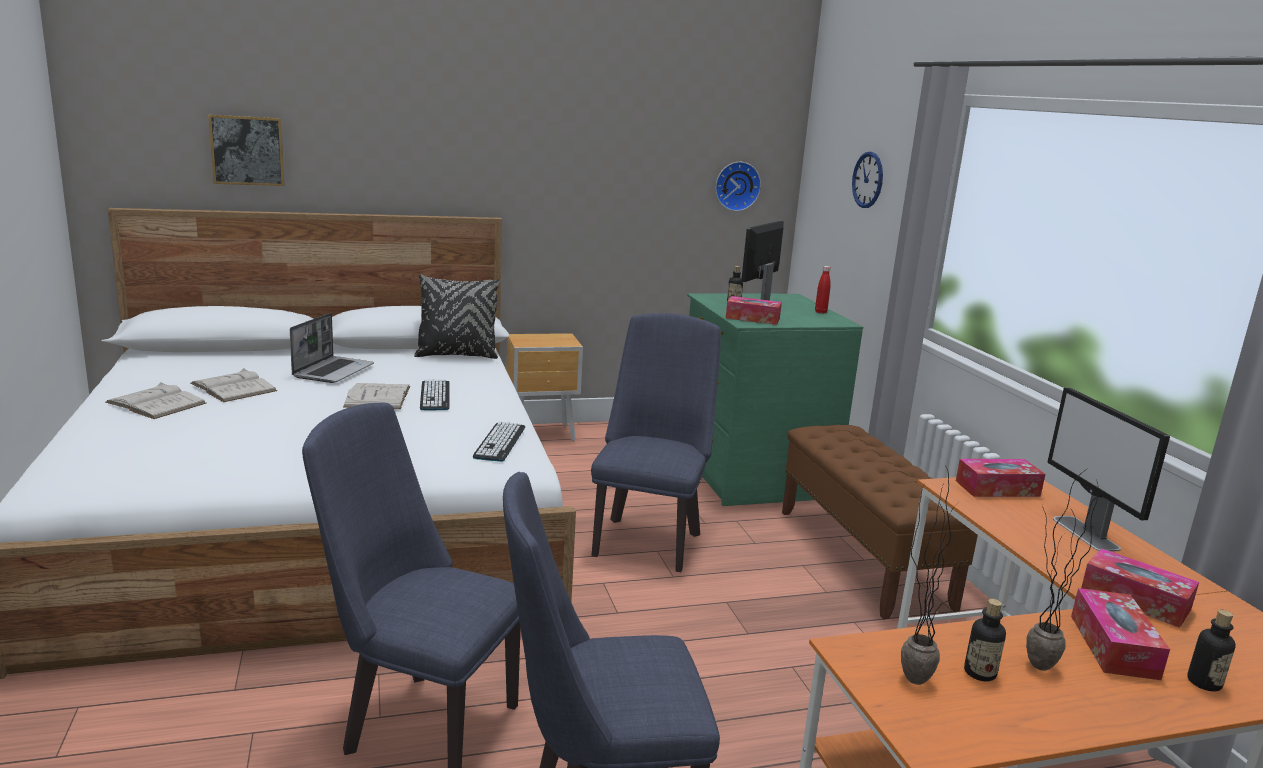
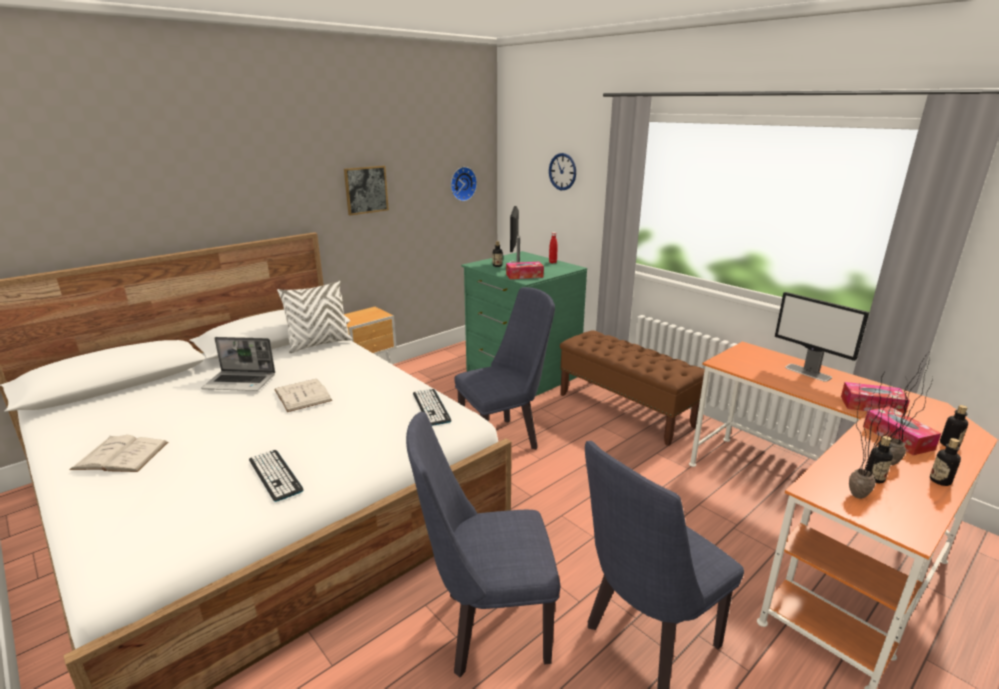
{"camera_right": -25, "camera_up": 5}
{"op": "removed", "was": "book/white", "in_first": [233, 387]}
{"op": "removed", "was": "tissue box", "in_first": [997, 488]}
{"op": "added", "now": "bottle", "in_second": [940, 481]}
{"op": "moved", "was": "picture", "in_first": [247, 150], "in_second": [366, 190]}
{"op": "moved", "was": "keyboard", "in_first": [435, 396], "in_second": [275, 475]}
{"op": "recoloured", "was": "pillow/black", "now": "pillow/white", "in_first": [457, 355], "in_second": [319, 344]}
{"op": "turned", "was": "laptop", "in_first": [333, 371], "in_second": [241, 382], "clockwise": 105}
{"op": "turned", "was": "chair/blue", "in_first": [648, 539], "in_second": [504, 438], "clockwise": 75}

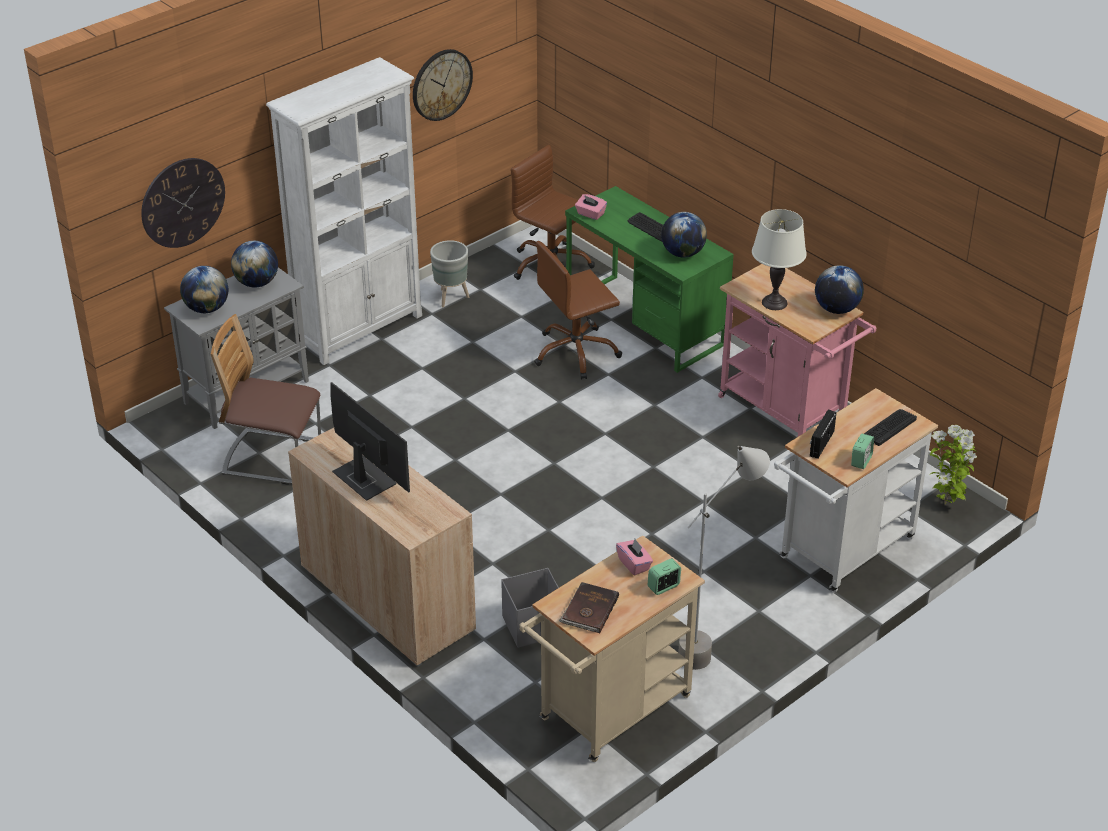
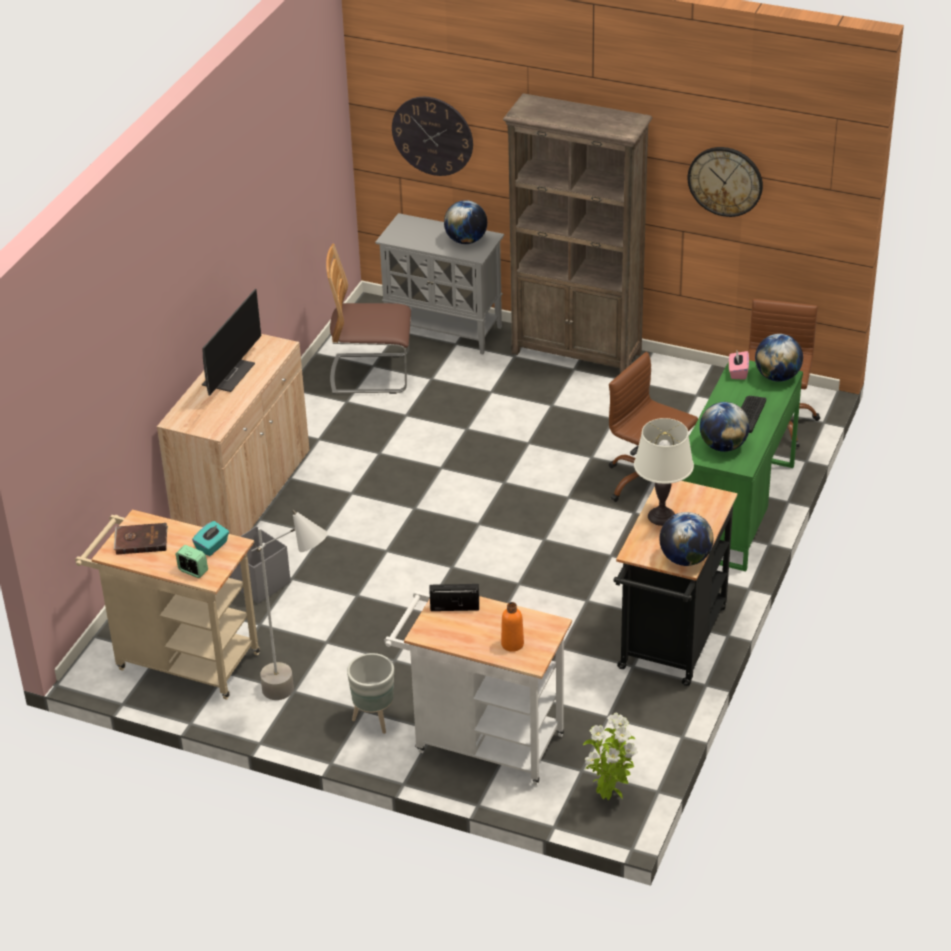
{"camera_right": 65, "camera_up": 0}
{"op": "removed", "was": "alarm clock", "in_first": [861, 461]}
{"op": "moved", "was": "globe", "in_first": [207, 309], "in_second": [777, 377]}
{"op": "moved", "was": "planter/grey", "in_first": [451, 297], "in_second": [375, 719]}
{"op": "replaced", "was": "keyboard", "now": "bottle/orange", "in_first": [889, 427], "in_second": [512, 644]}
{"op": "recoloured", "was": "bookcase/white", "now": "bookcase/brown", "in_first": [360, 329], "in_second": [577, 353]}
{"op": "recoloured", "was": "tissue box/pink", "now": "tissue box/turquoise", "in_first": [634, 564], "in_second": [212, 546]}
{"op": "recoloured", "was": "cart/pink", "now": "cart/black", "in_first": [788, 412], "in_second": [670, 645]}
{"op": "turned", "was": "chair", "in_first": [272, 458], "in_second": [371, 374], "clockwise": -75}

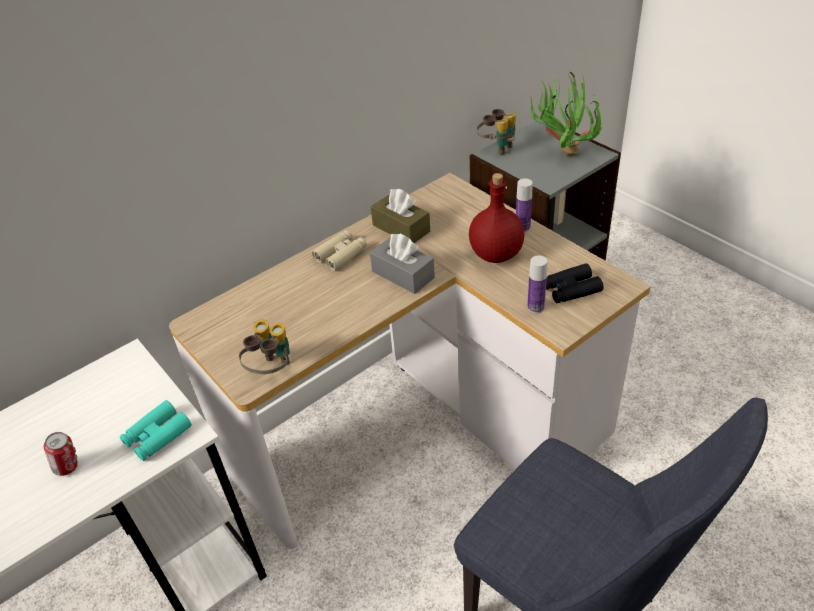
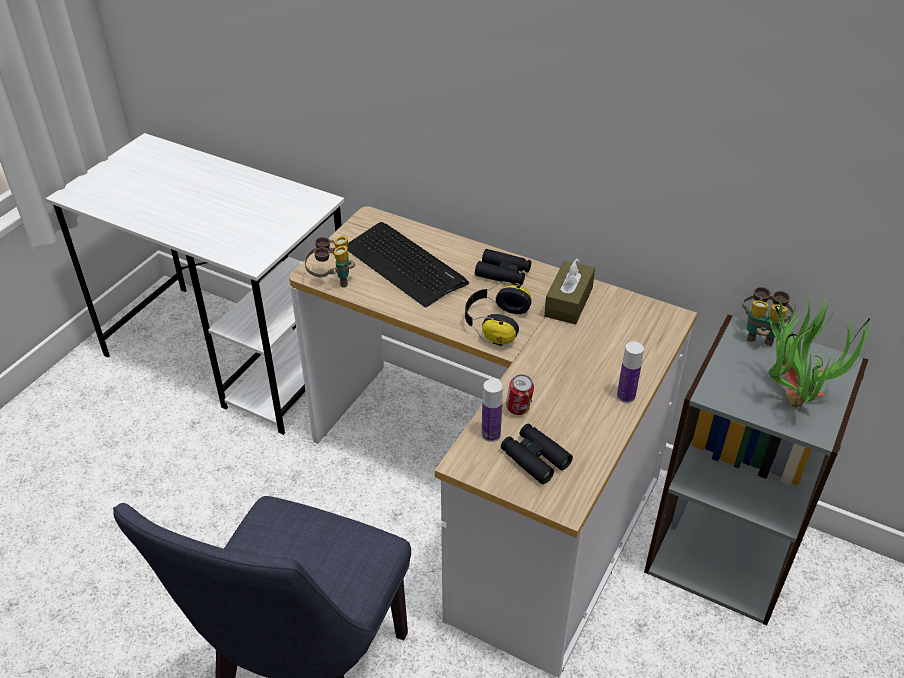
{"camera_right": 65, "camera_up": 0}
{"op": "removed", "was": "binoculars/turquoise", "in_first": [157, 436]}
{"op": "removed", "was": "bottle/red", "in_first": [496, 255]}
{"op": "added", "now": "keyboard", "in_second": [404, 265]}
{"op": "moved", "was": "can", "in_first": [69, 468], "in_second": [518, 410]}
{"op": "replaced", "was": "tissue box/grey", "now": "headphones", "in_first": [403, 274], "in_second": [494, 323]}
{"op": "recoloured", "was": "binoculars/beige", "now": "binoculars/black", "in_first": [340, 255], "in_second": [503, 273]}

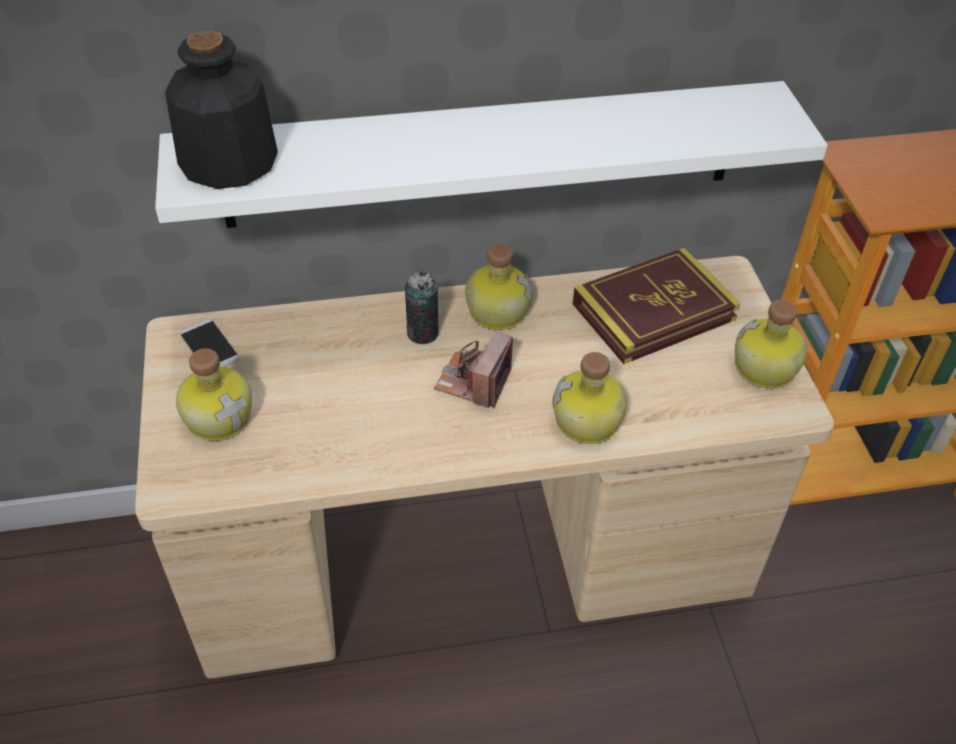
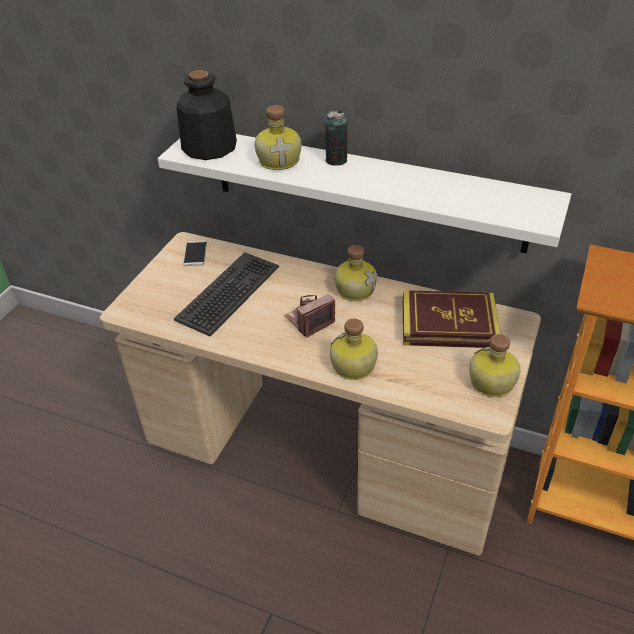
{"camera_right": 35, "camera_up": -5}
{"op": "added", "now": "keyboard", "in_second": [229, 293]}
{"op": "moved", "was": "bottle", "in_first": [219, 416], "in_second": [280, 160]}
{"op": "moved", "was": "can", "in_first": [422, 333], "in_second": [336, 160]}

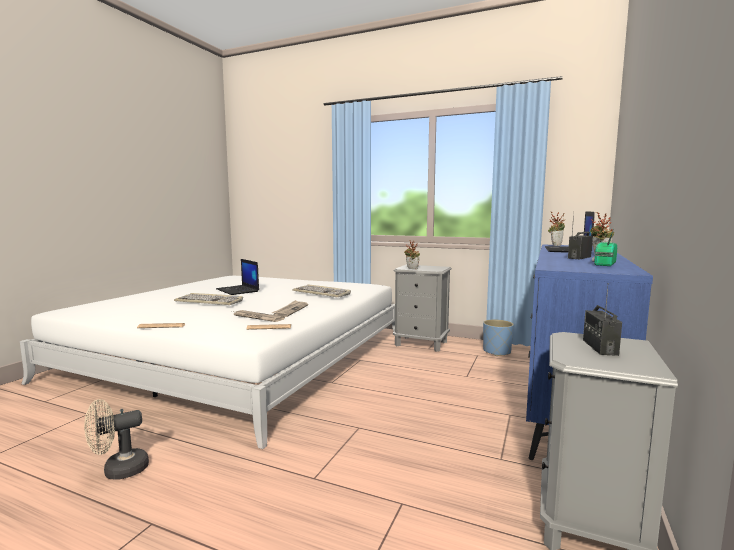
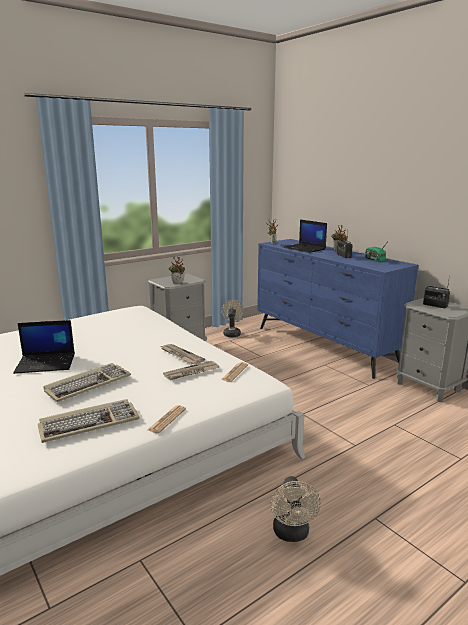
{"camera_right": -60, "camera_up": 10}
{"op": "moved", "was": "keyboard", "in_first": [322, 293], "in_second": [89, 423]}
{"op": "replaced", "was": "planter/blue", "now": "fan/beige", "in_first": [496, 352], "in_second": [232, 333]}

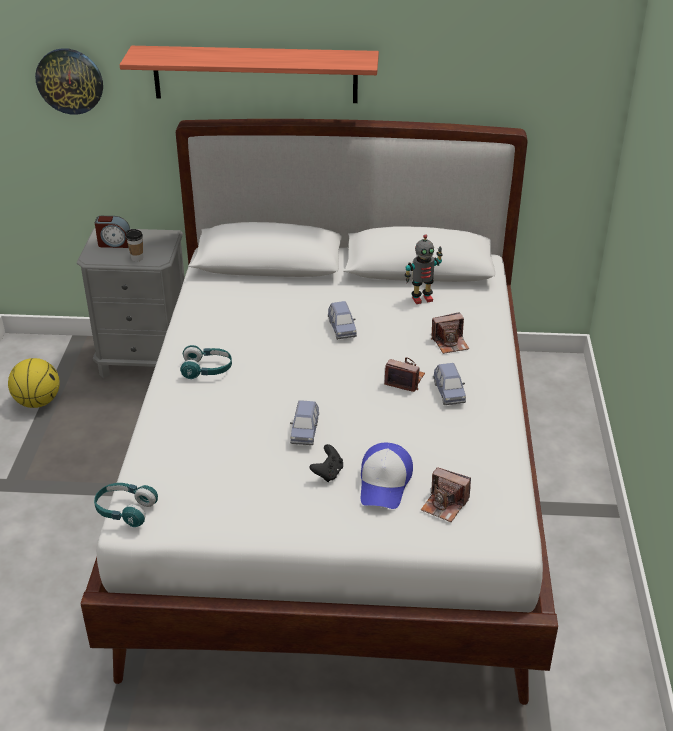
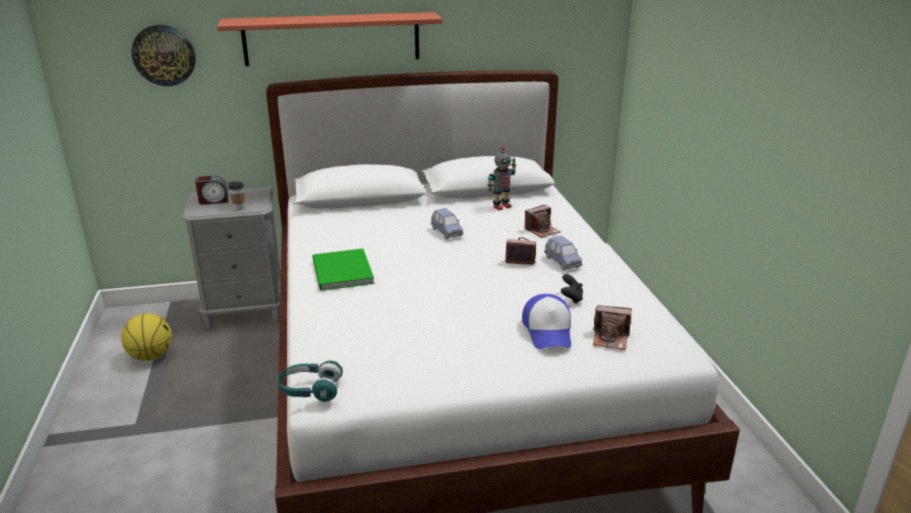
{"camera_right": -15, "camera_up": -10}
{"op": "removed", "was": "toy car/blue", "in_first": [305, 432]}
{"op": "moved", "was": "game controller/black", "in_first": [328, 473], "in_second": [571, 298]}
{"op": "replaced", "was": "headphones/turquoise", "now": "book/green", "in_first": [207, 370], "in_second": [341, 273]}

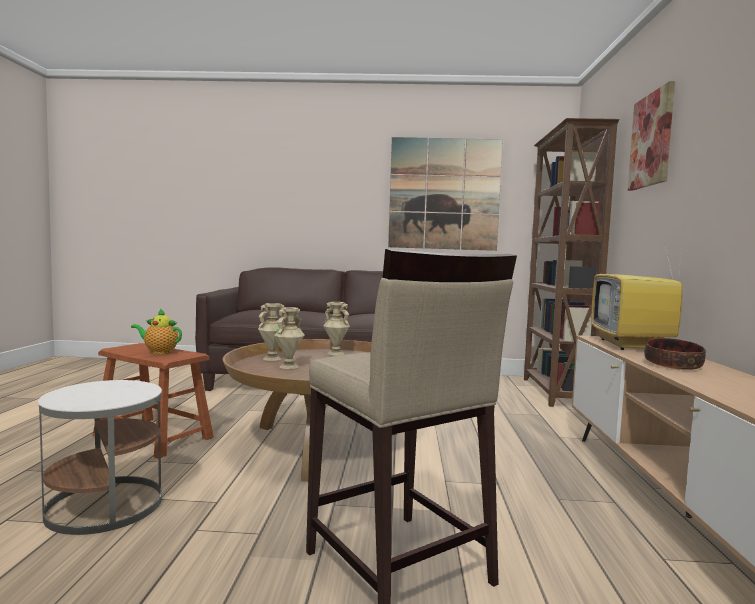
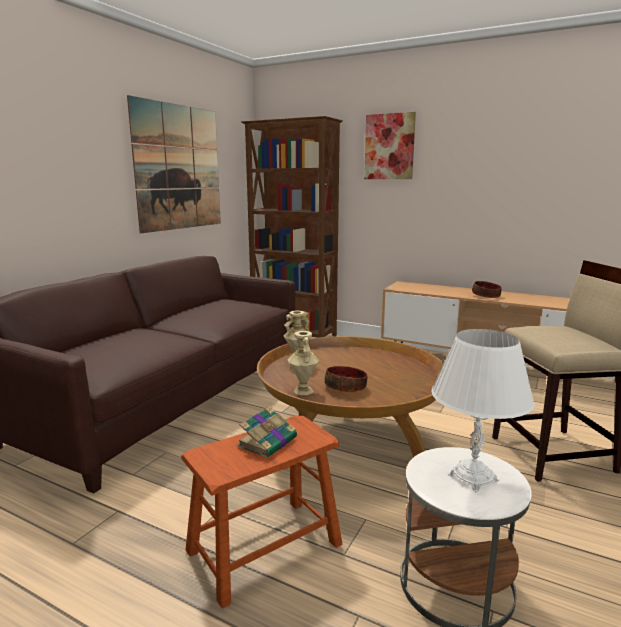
{"camera_right": -65, "camera_up": 10}
{"op": "removed", "was": "television", "in_first": [632, 345]}
{"op": "added", "now": "table lamp/white", "in_second": [473, 477]}
{"op": "replaced", "was": "teapot", "now": "book", "in_first": [159, 352], "in_second": [268, 441]}
{"op": "replaced", "was": "vase/beige", "now": "bowl", "in_first": [289, 366], "in_second": [346, 388]}

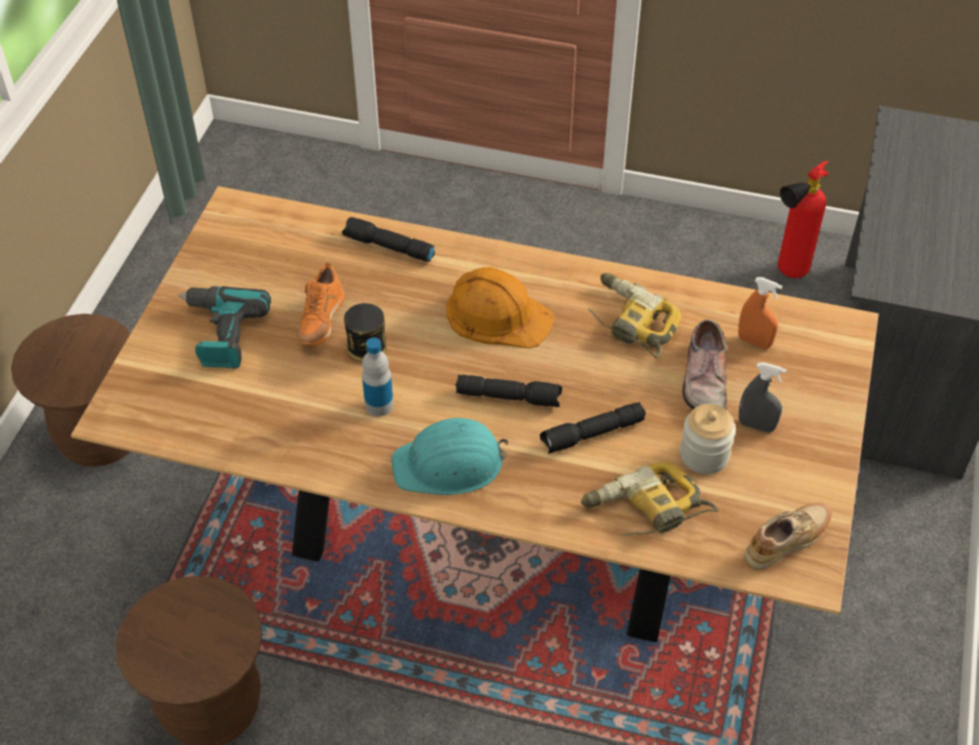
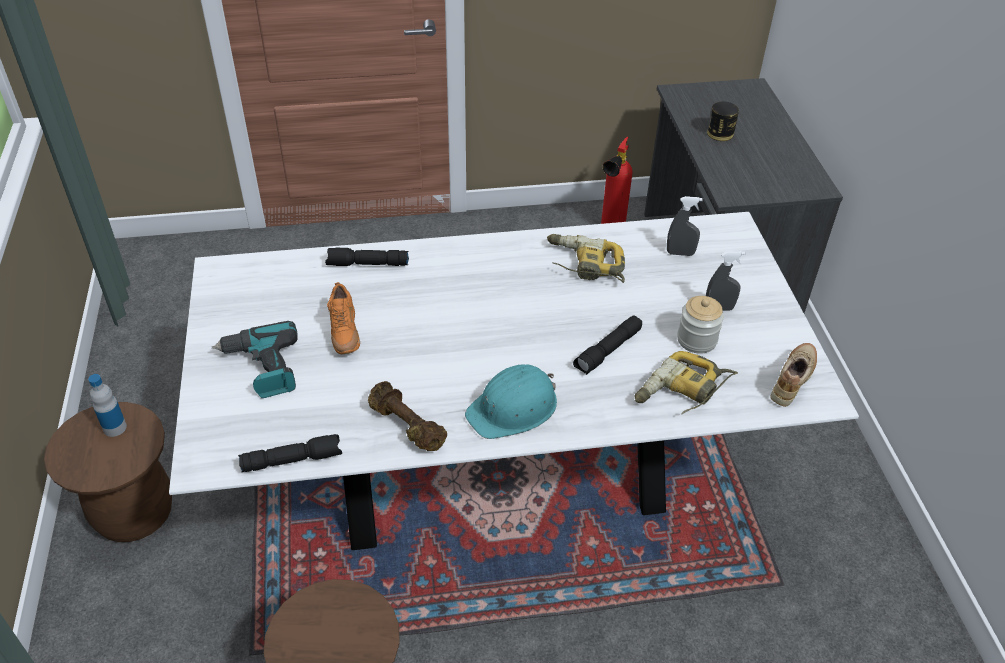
{"camera_right": -25, "camera_up": -5}
{"op": "removed", "was": "hard hat/orange", "in_first": [497, 314]}
{"op": "removed", "was": "shoe", "in_first": [702, 379]}
{"op": "added", "now": "dumbbell/brown", "in_second": [405, 426]}
{"op": "moved", "was": "can", "in_first": [367, 347], "in_second": [720, 133]}
{"op": "moved", "was": "bottle", "in_first": [379, 405], "in_second": [115, 428]}
{"op": "moved", "was": "flashlight/black", "in_first": [509, 396], "in_second": [293, 459]}
{"op": "recoloured", "was": "dining table/brown", "now": "dining table/white", "in_first": [489, 530], "in_second": [499, 475]}
{"op": "recoloured", "was": "spray bottle/orange", "now": "spray bottle/grey", "in_first": [754, 342], "in_second": [680, 253]}

